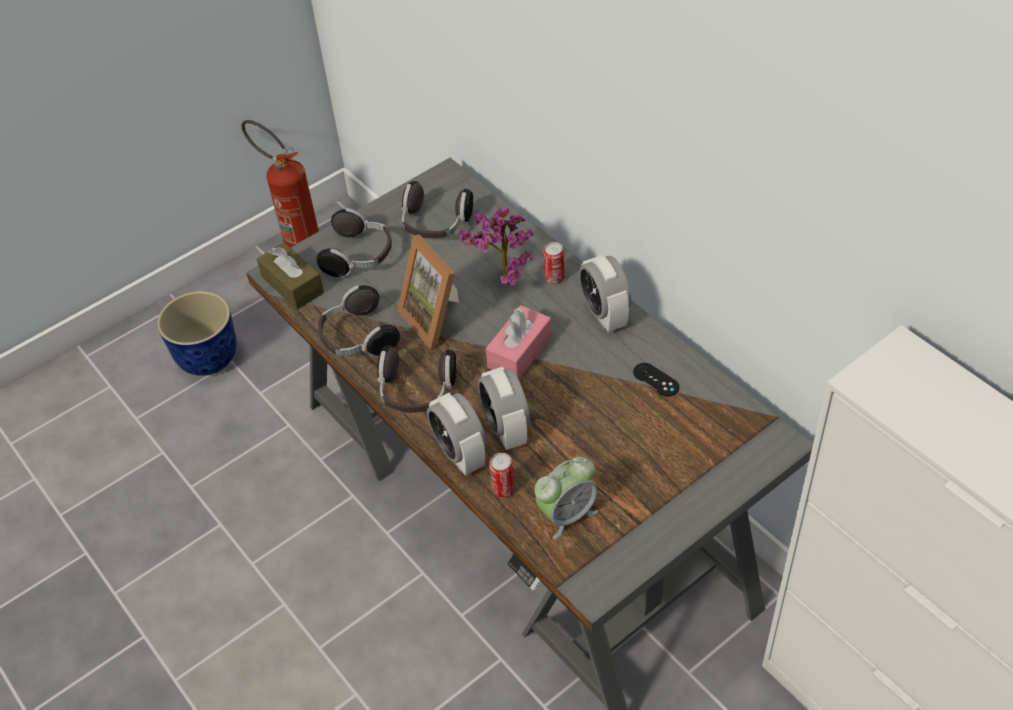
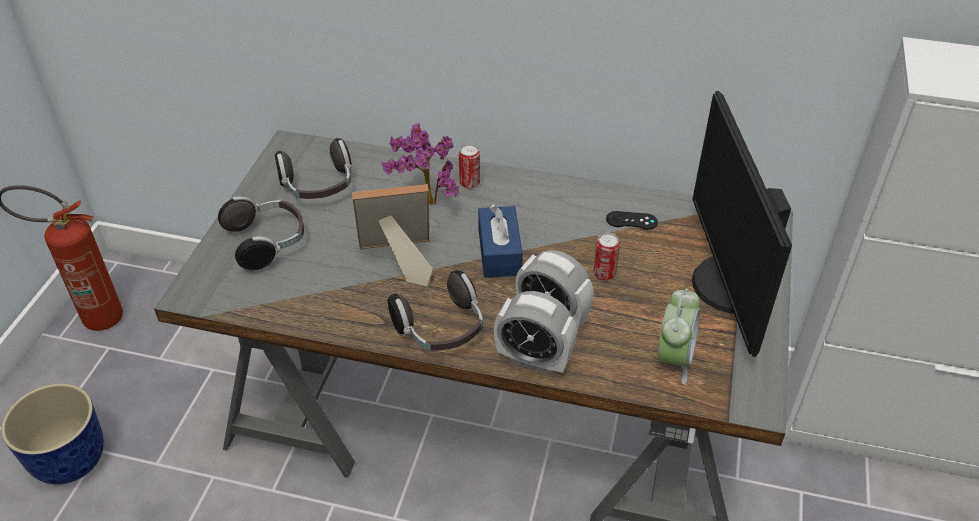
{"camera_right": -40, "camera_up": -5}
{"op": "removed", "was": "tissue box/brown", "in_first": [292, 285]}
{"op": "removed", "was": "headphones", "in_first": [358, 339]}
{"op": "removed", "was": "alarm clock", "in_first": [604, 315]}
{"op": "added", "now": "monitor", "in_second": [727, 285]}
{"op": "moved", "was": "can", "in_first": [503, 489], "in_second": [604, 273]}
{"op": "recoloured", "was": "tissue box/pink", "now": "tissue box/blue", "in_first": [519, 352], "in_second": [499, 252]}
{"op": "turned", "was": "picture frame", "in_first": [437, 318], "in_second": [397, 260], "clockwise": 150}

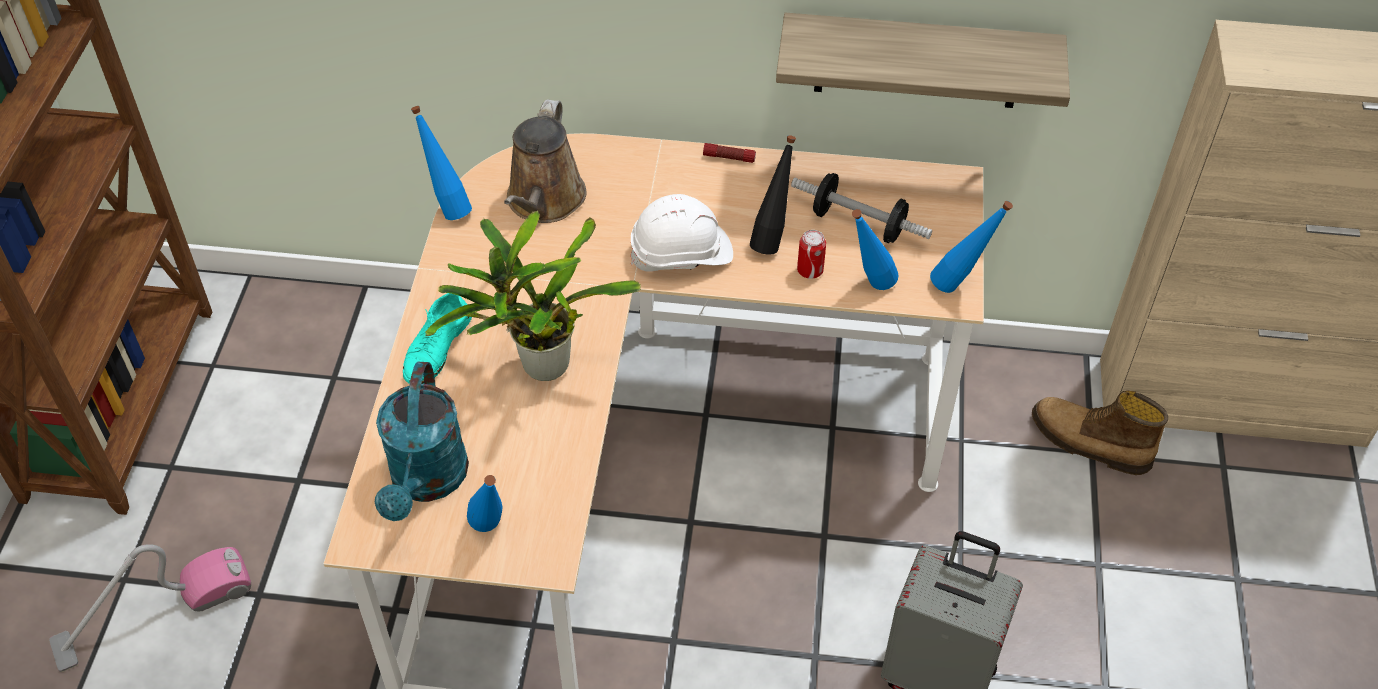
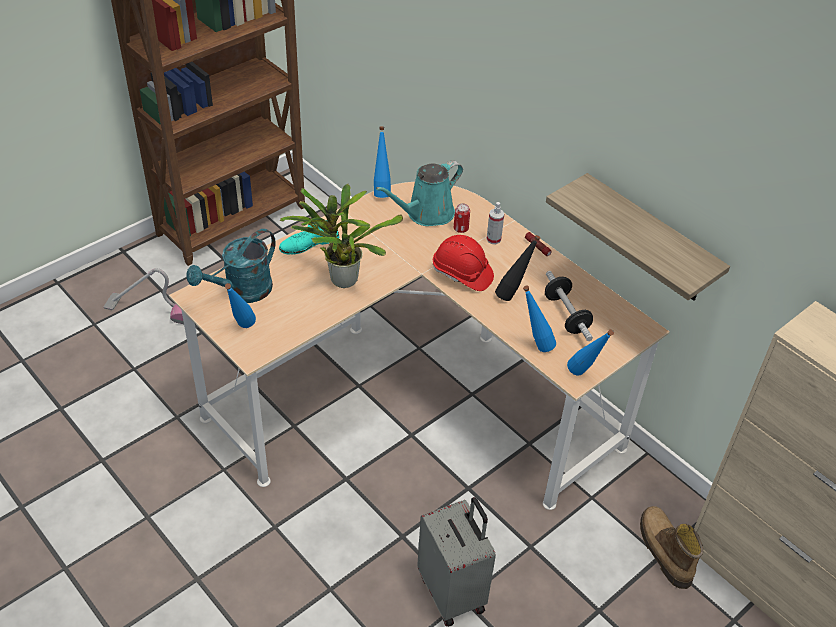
{"camera_right": 40, "camera_up": -5}
{"op": "added", "now": "spray bottle", "in_second": [493, 239]}
{"op": "moved", "was": "can", "in_first": [810, 270], "in_second": [461, 229]}
{"op": "recoloured", "was": "watering can/brown", "now": "watering can/turquoise", "in_first": [544, 201], "in_second": [426, 214]}
{"op": "recoloured", "was": "hard hat/white", "now": "hard hat/red", "in_first": [682, 254], "in_second": [462, 274]}

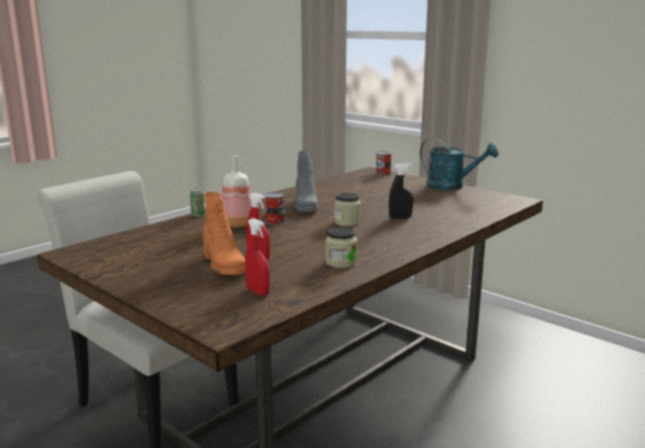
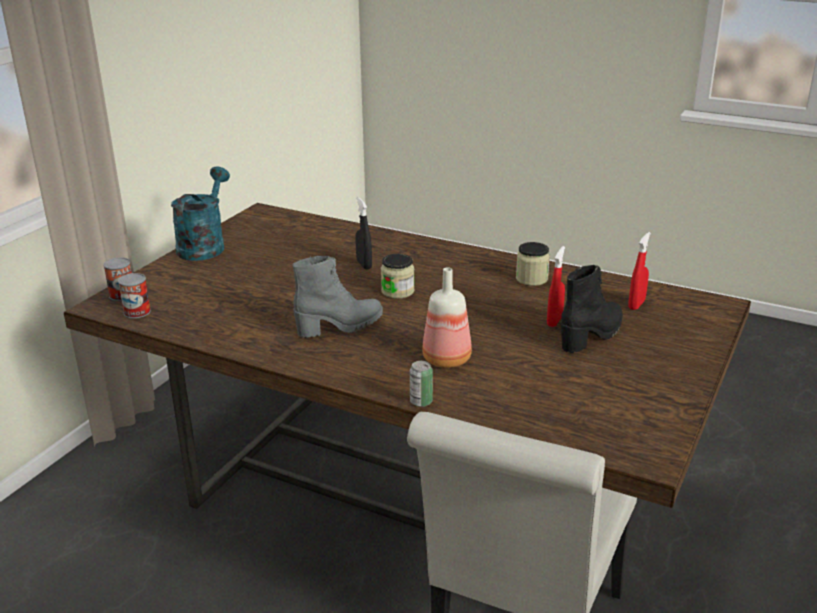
{"camera_right": -105, "camera_up": 10}
{"op": "moved", "was": "can", "in_first": [275, 221], "in_second": [137, 312]}
{"op": "recoloured", "was": "boot/orange", "now": "boot/black", "in_first": [223, 266], "in_second": [592, 335]}

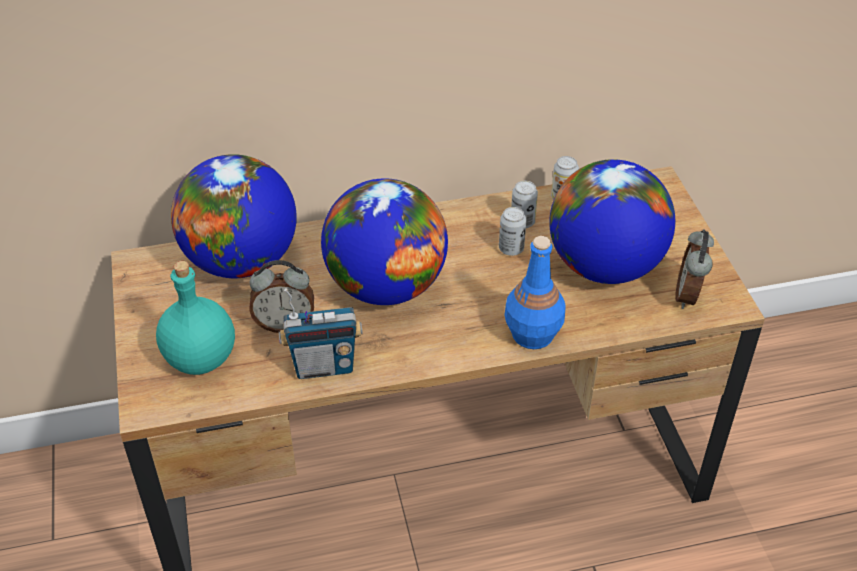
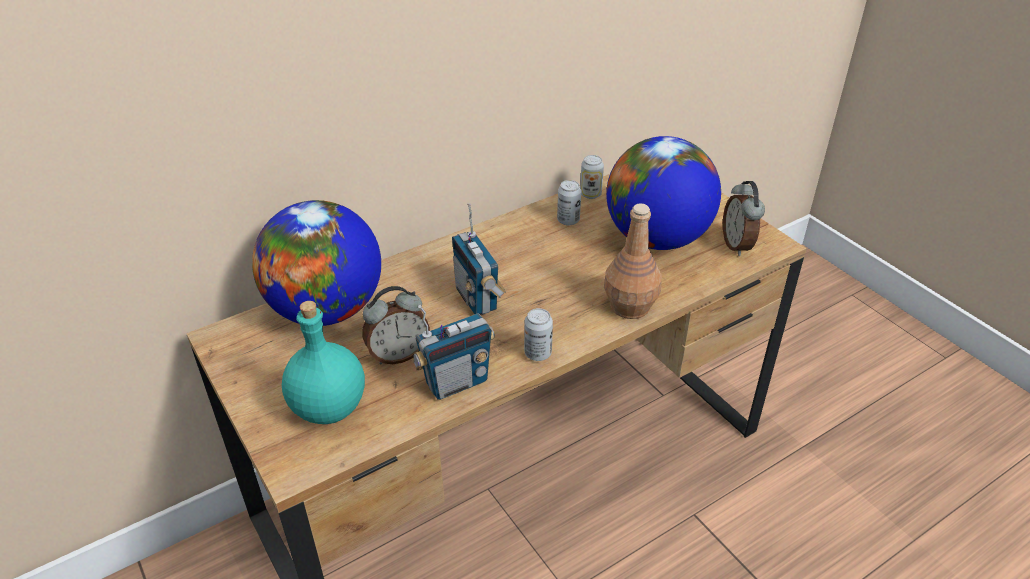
{"camera_right": -20, "camera_up": -5}
{"op": "moved", "was": "can", "in_first": [511, 249], "in_second": [538, 353]}
{"op": "replaced", "was": "globe", "now": "radio", "in_first": [386, 286], "in_second": [477, 299]}
{"op": "recoloured", "was": "bottle/blue", "now": "bottle/brown", "in_first": [532, 334], "in_second": [629, 306]}

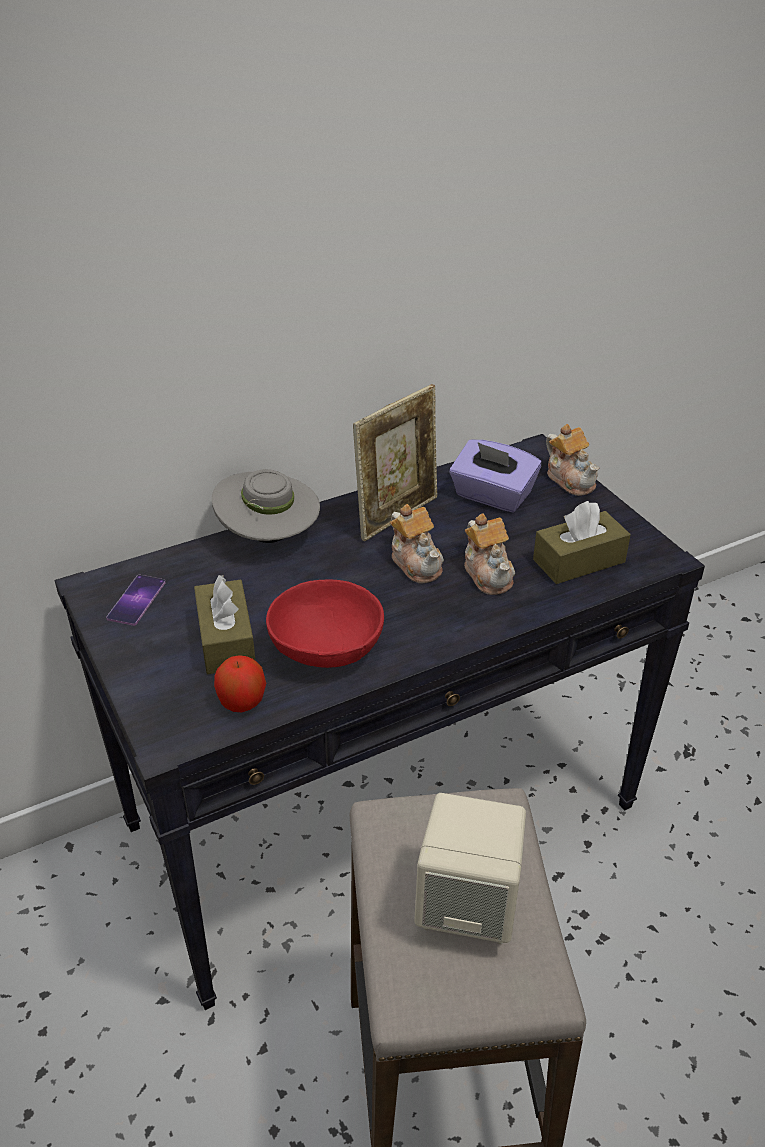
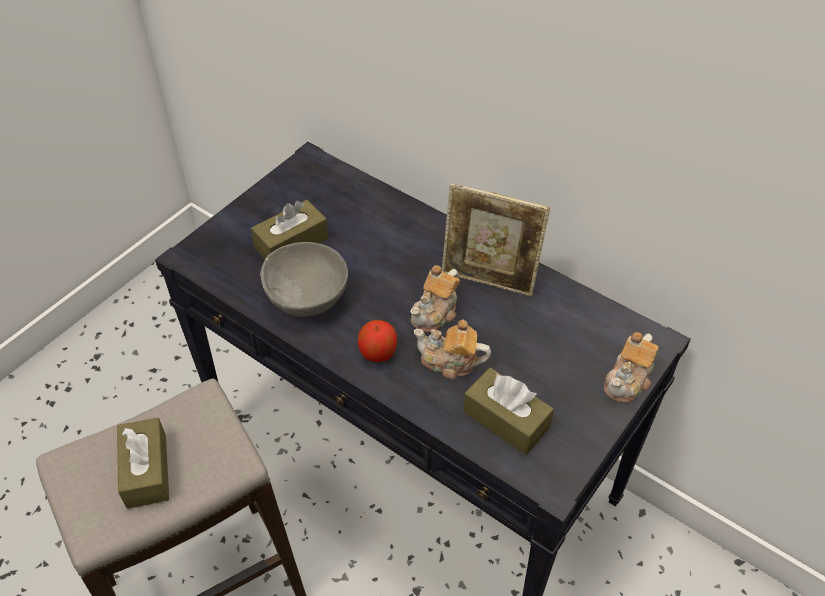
{"camera_right": 65, "camera_up": 10}
{"op": "removed", "was": "phone", "in_first": [136, 600]}
{"op": "removed", "was": "hat/grey", "in_first": [269, 537]}
{"op": "removed", "was": "tissue box/purple", "in_first": [492, 496]}
{"op": "moved", "was": "apple", "in_first": [242, 702], "in_second": [377, 353]}
{"op": "replaced", "was": "speaker/beige", "now": "tissue box/brown", "in_first": [468, 906], "in_second": [146, 471]}
{"op": "recoloured", "was": "bowl/red", "now": "bowl/grey", "in_first": [328, 651], "in_second": [307, 299]}
{"op": "turned", "was": "teapot", "in_first": [488, 573], "in_second": [450, 362], "clockwise": 60}

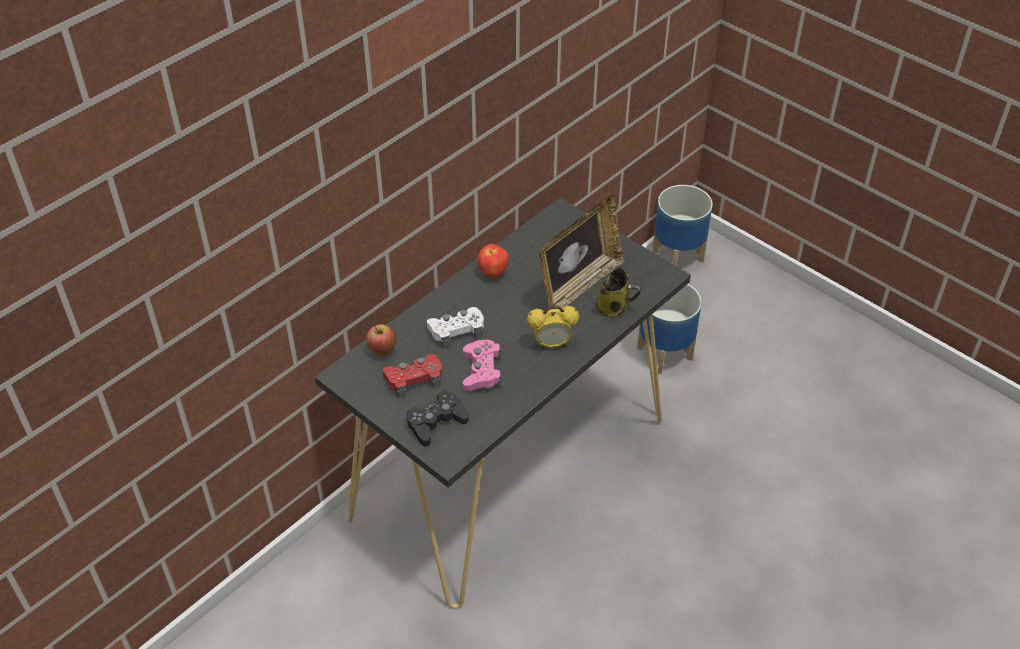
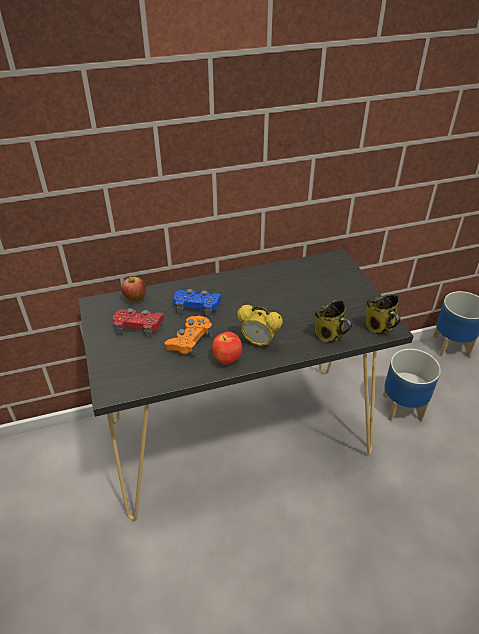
{"camera_right": 30, "camera_up": -5}
{"op": "removed", "was": "game controller/black", "in_first": [436, 422]}
{"op": "removed", "was": "picture frame", "in_first": [579, 285]}
{"op": "added", "now": "mug", "in_second": [380, 328]}
{"op": "moved", "was": "apple", "in_first": [493, 273], "in_second": [227, 360]}
{"op": "recoloured", "was": "game controller/white", "now": "game controller/blue", "in_first": [456, 330], "in_second": [197, 306]}
{"op": "recoloured", "was": "game controller/pink", "now": "game controller/orange", "in_first": [481, 371], "in_second": [190, 340]}

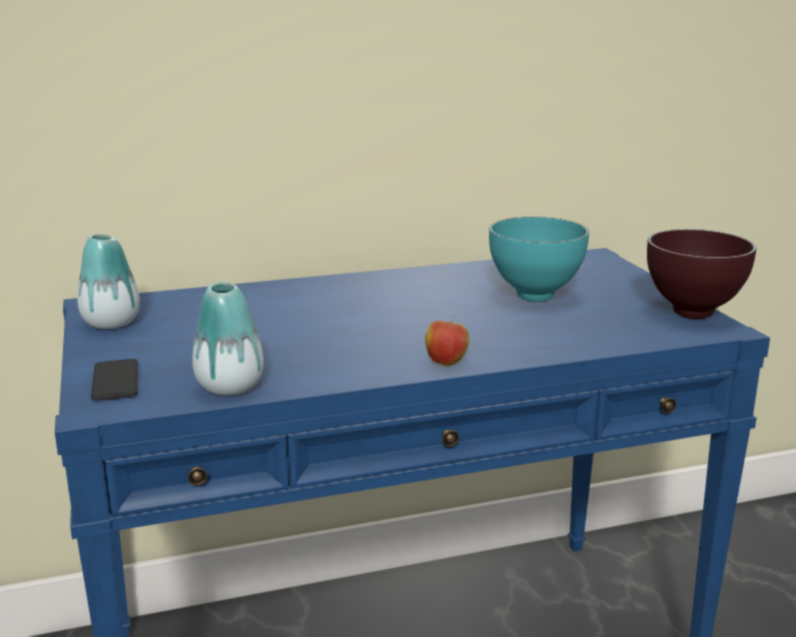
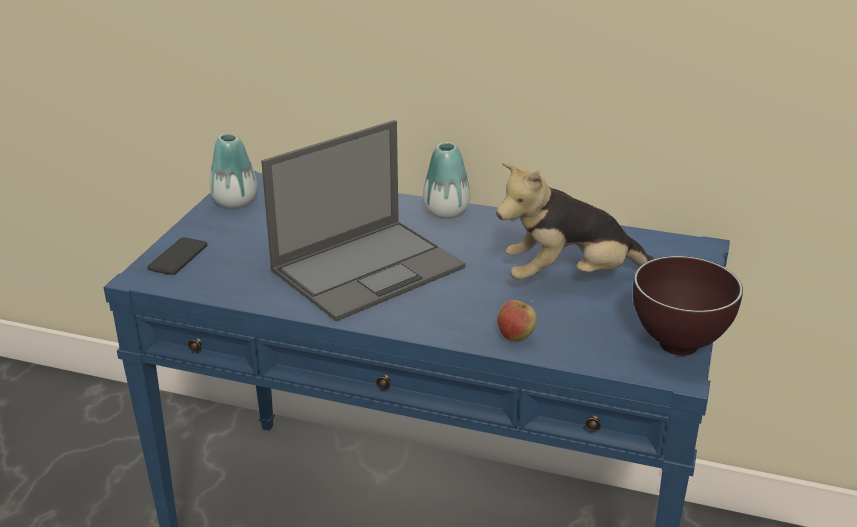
{"camera_right": 35, "camera_up": 10}
{"op": "added", "now": "laptop", "in_second": [369, 268]}
{"op": "moved", "was": "vase", "in_first": [230, 387], "in_second": [446, 212]}
{"op": "moved", "was": "apple", "in_first": [446, 362], "in_second": [516, 337]}
{"op": "replaced", "was": "bowl/turquoise", "now": "plush toy", "in_first": [536, 296], "in_second": [569, 278]}

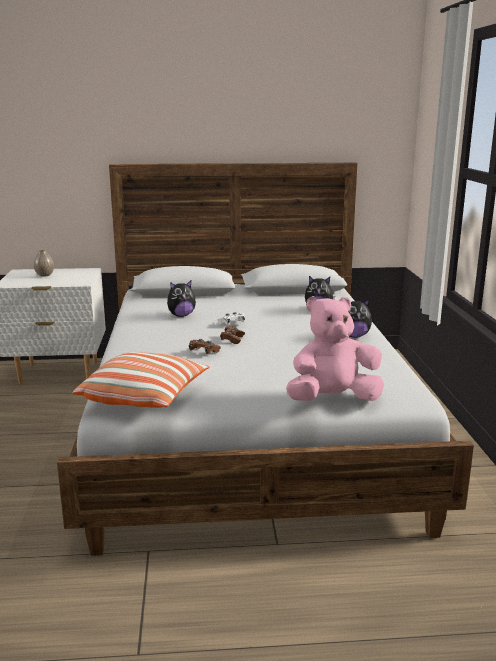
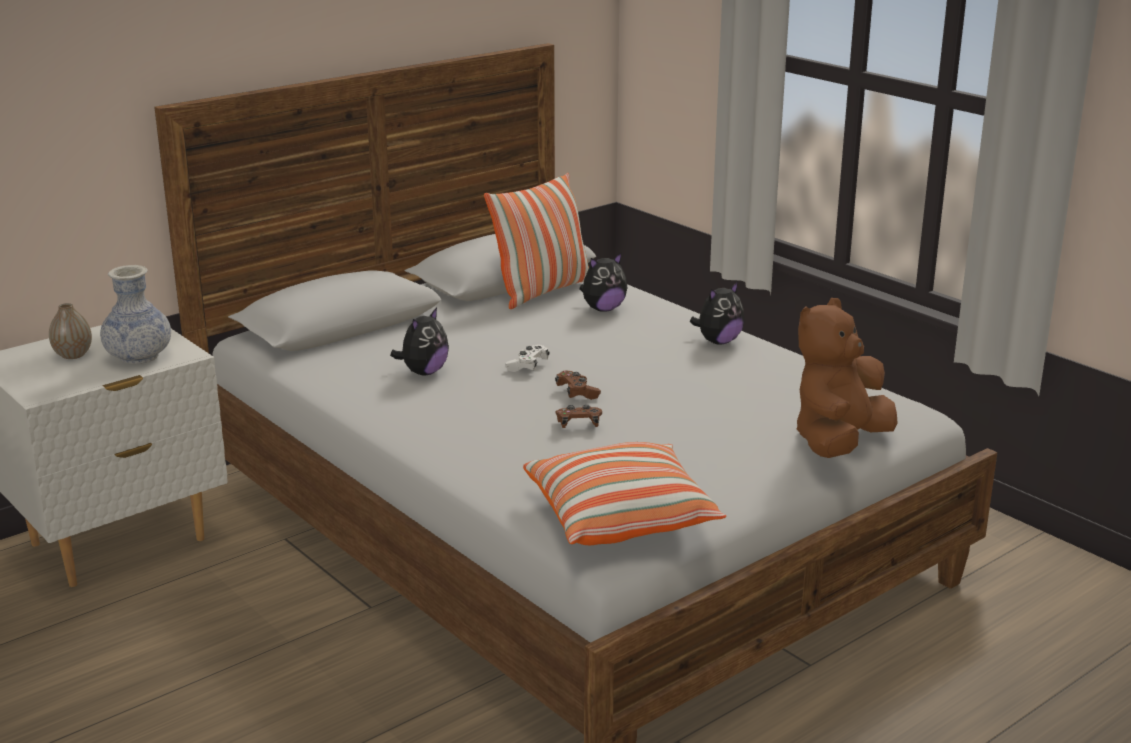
{"camera_right": -35, "camera_up": 5}
{"op": "added", "now": "vase", "in_second": [139, 357]}
{"op": "added", "now": "pillow", "in_second": [542, 291]}
{"op": "recoloured", "was": "plush toy/pink", "now": "plush toy/brown", "in_first": [333, 399], "in_second": [839, 443]}

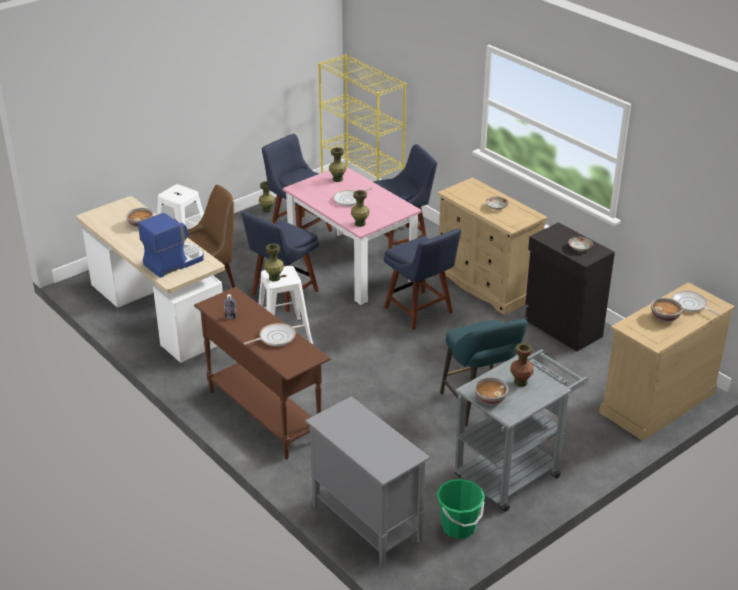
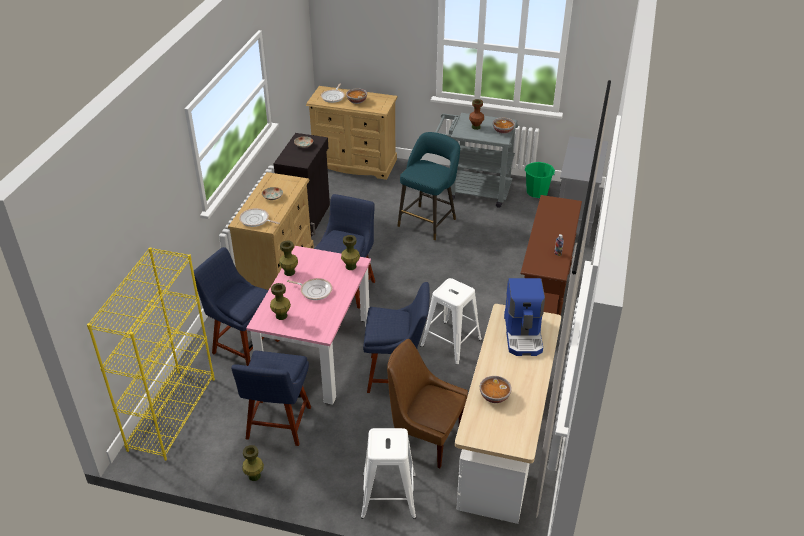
{"camera_right": -125, "camera_up": 5}
{"op": "moved", "was": "frying pan", "in_first": [275, 338], "in_second": [256, 220]}
{"op": "moved", "was": "vase/green", "in_first": [274, 278], "in_second": [289, 272]}
{"op": "turned", "was": "coffee machine", "in_first": [174, 262], "in_second": [523, 335], "clockwise": -105}

